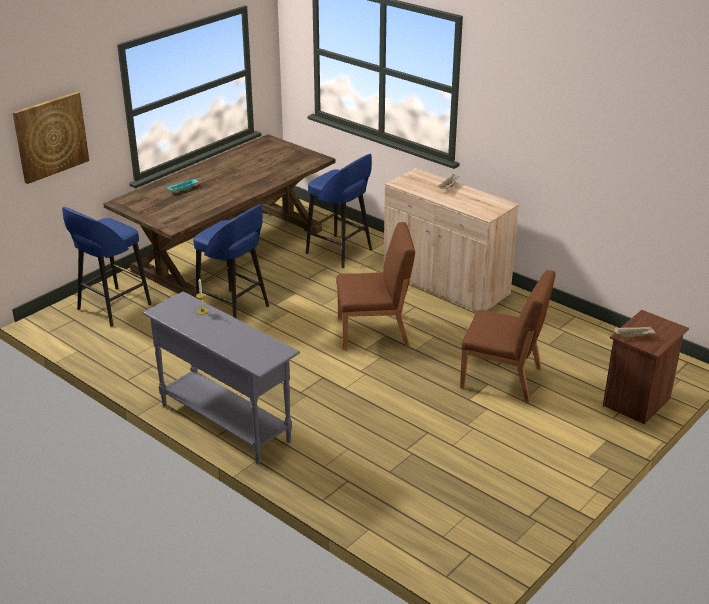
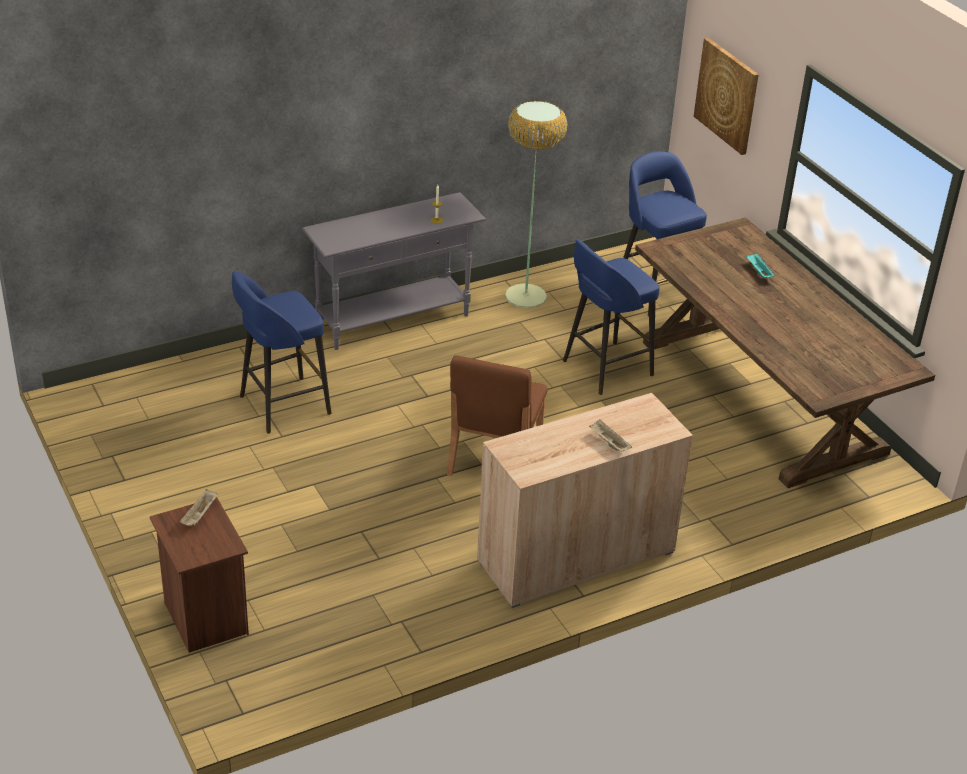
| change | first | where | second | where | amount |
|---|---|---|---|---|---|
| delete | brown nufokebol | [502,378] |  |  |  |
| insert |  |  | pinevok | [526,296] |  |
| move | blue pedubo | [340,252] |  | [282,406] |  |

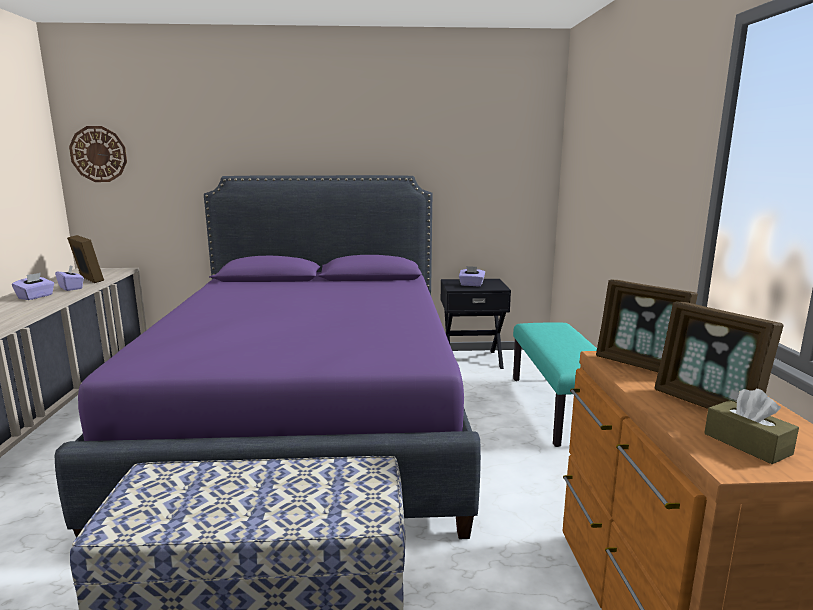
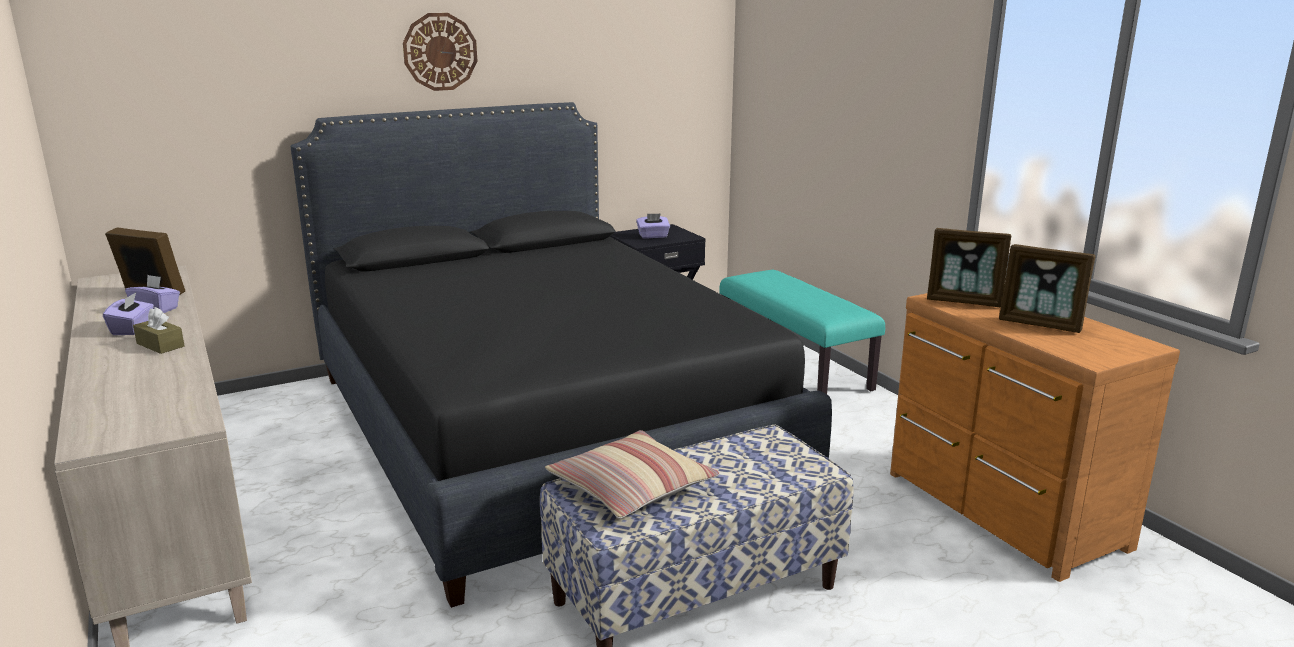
| change | first | where | second | where | amount |
|---|---|---|---|---|---|
| insert |  |  | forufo | [631,488] |  |
| move | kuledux | [98,154] |  | [440,52] |  |
| move | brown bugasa | [747,444] |  | [160,345] |  |
| recolor | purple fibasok | [310,420] | black fibasok | [541,430] |  |

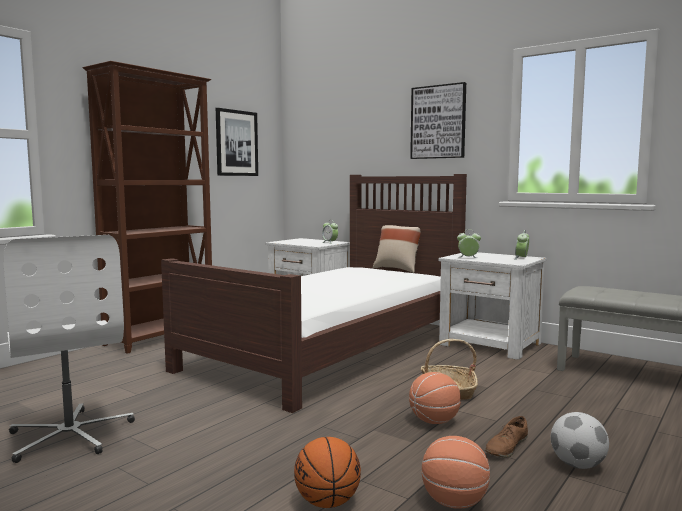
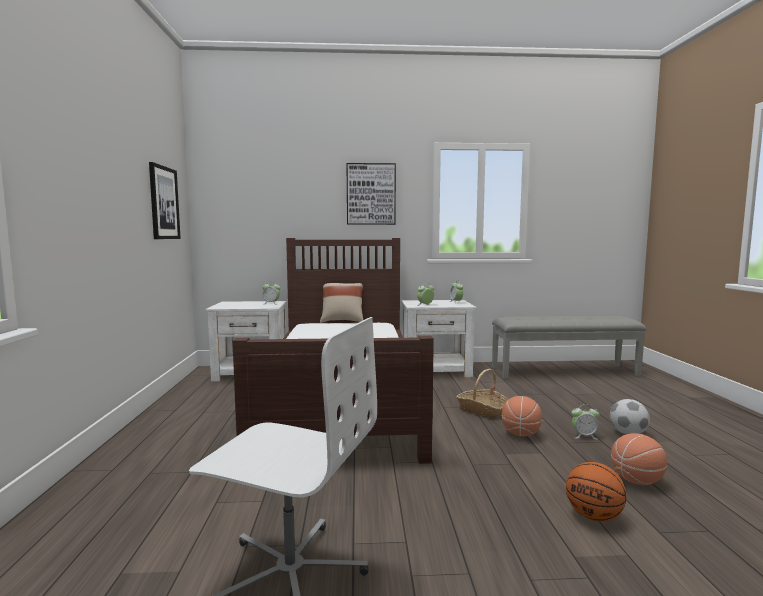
| change | first | where | second | where | amount |
|---|---|---|---|---|---|
| delete | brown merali | [162,337] |  |  |  |
| replace | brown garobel | [506,447] | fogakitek | [584,436] |  |

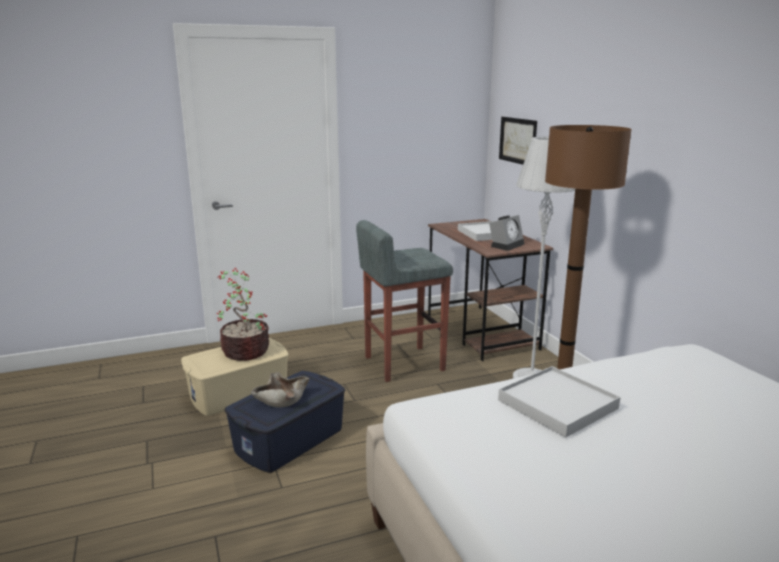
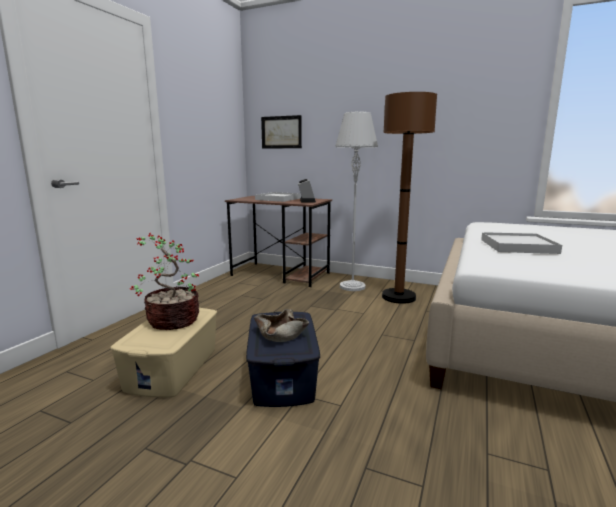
| change | first | where | second | where | amount |
|---|---|---|---|---|---|
| delete | grey pedubo | [402,363] |  |  |  |

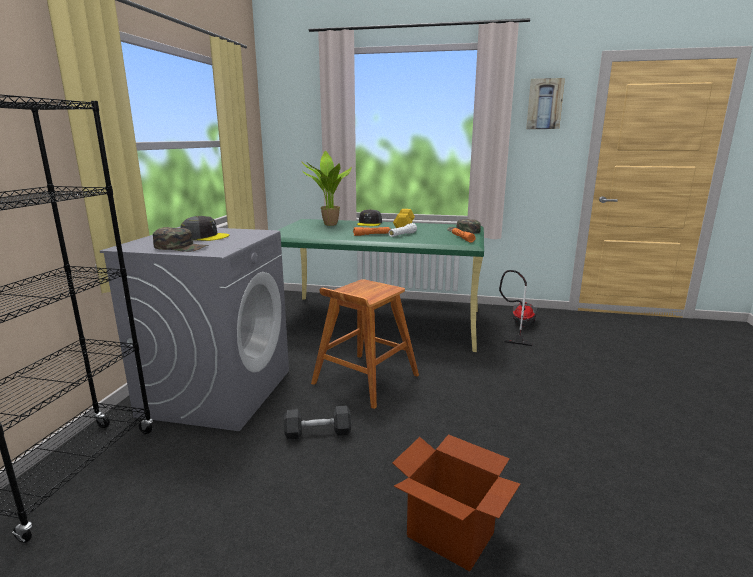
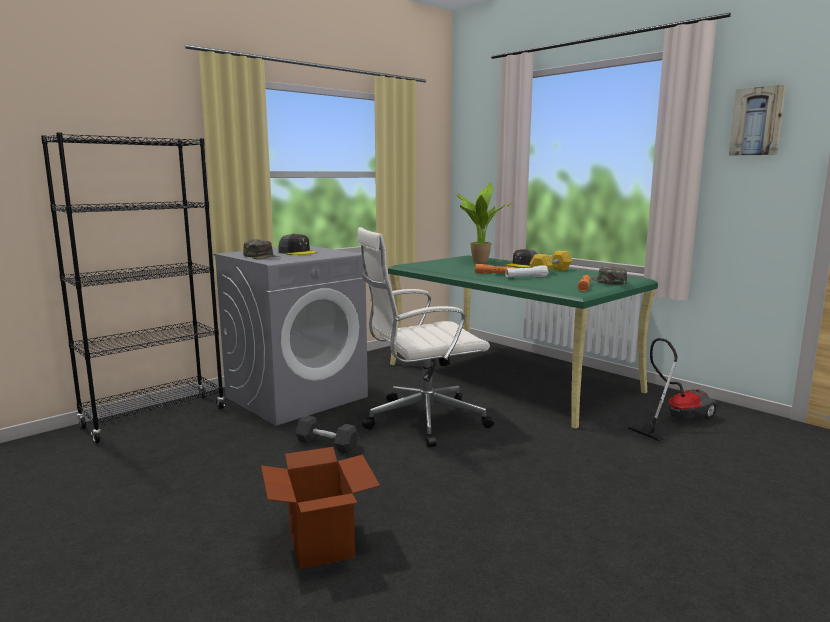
| change | first | where | second | where | amount |
|---|---|---|---|---|---|
| replace | brown pedubo | [364,379] | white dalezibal | [421,420] |  |

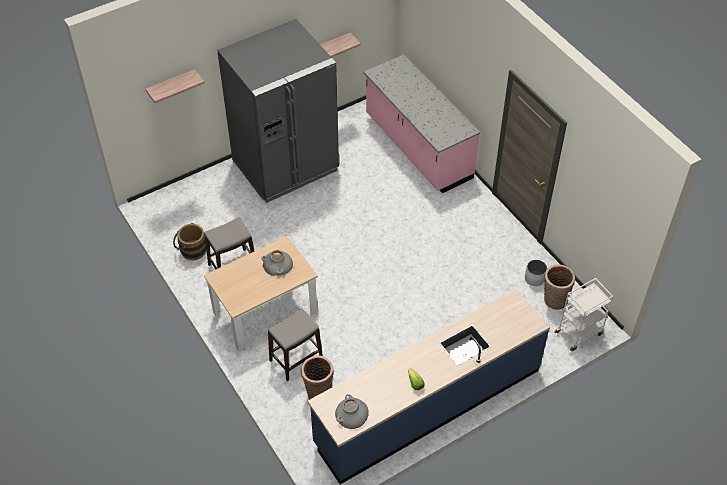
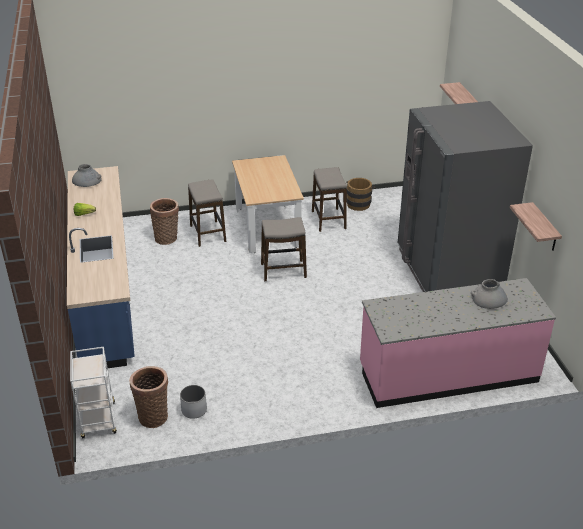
| change | first | where | second | where | amount |
|---|---|---|---|---|---|
| insert |  |  | pedubo | [283,271] |  |
| move | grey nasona | [277,265] |  | [488,299] |  |

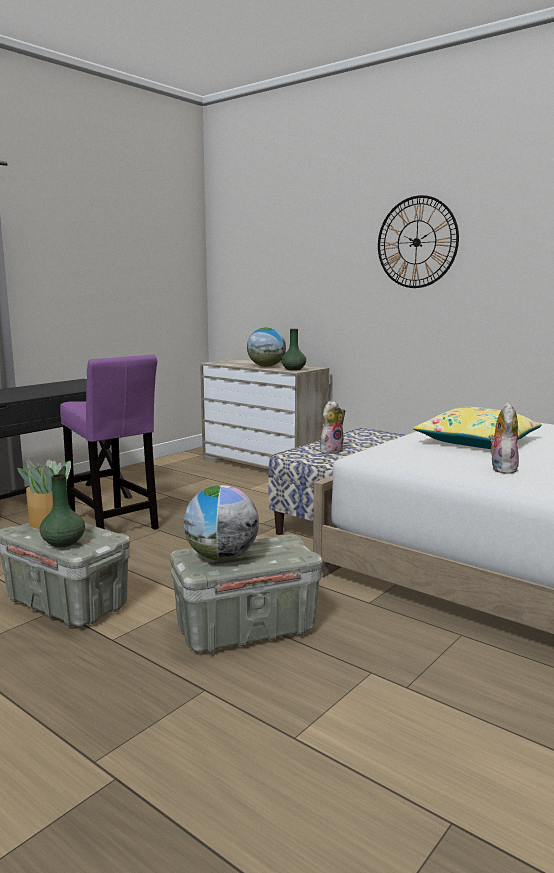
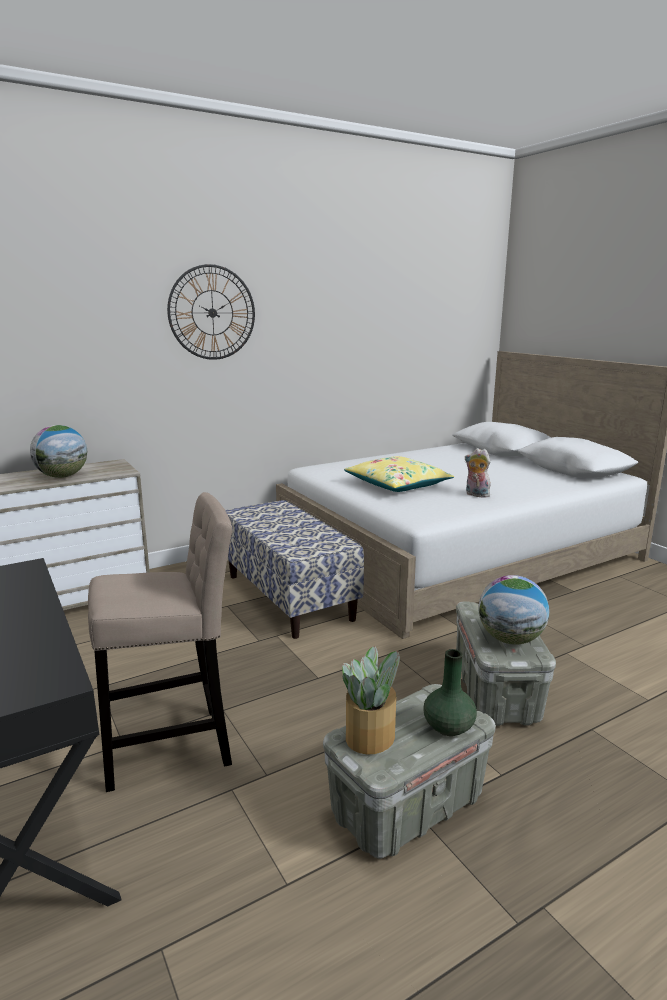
| change | first | where | second | where | amount |
|---|---|---|---|---|---|
| delete | green nasona | [293,369] |  |  |  |
| delete | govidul | [331,451] |  |  |  |
| recolor | purple pedubo | [114,526] | beige pedubo | [175,747] |  |

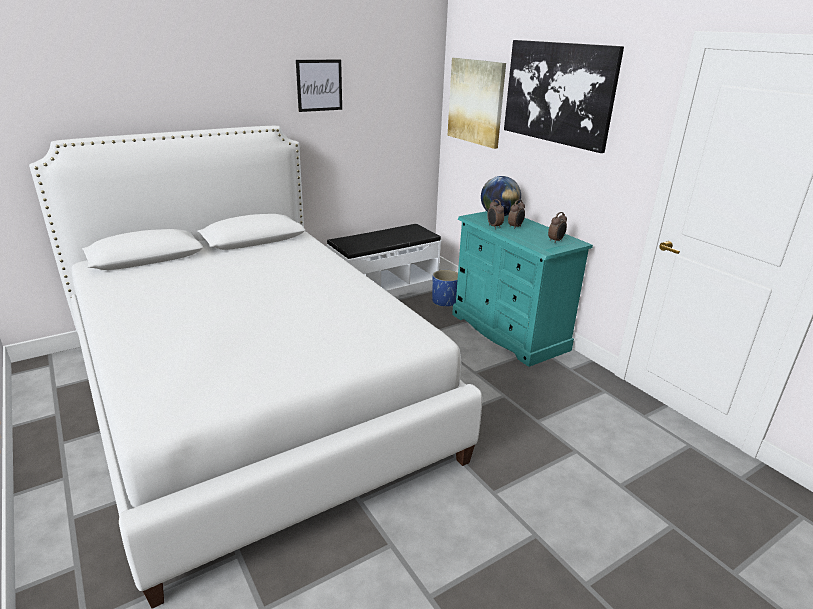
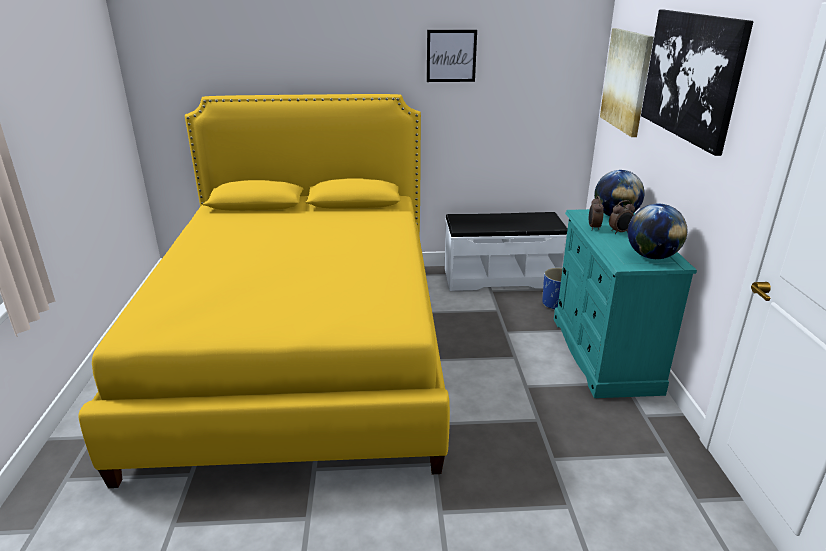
| change | first | where | second | where | amount |
|---|---|---|---|---|---|
| replace | fogakitek | [556,241] | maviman | [651,256] |  |
| recolor | white fibasok | [253,397] | yellow fibasok | [303,349] |  |

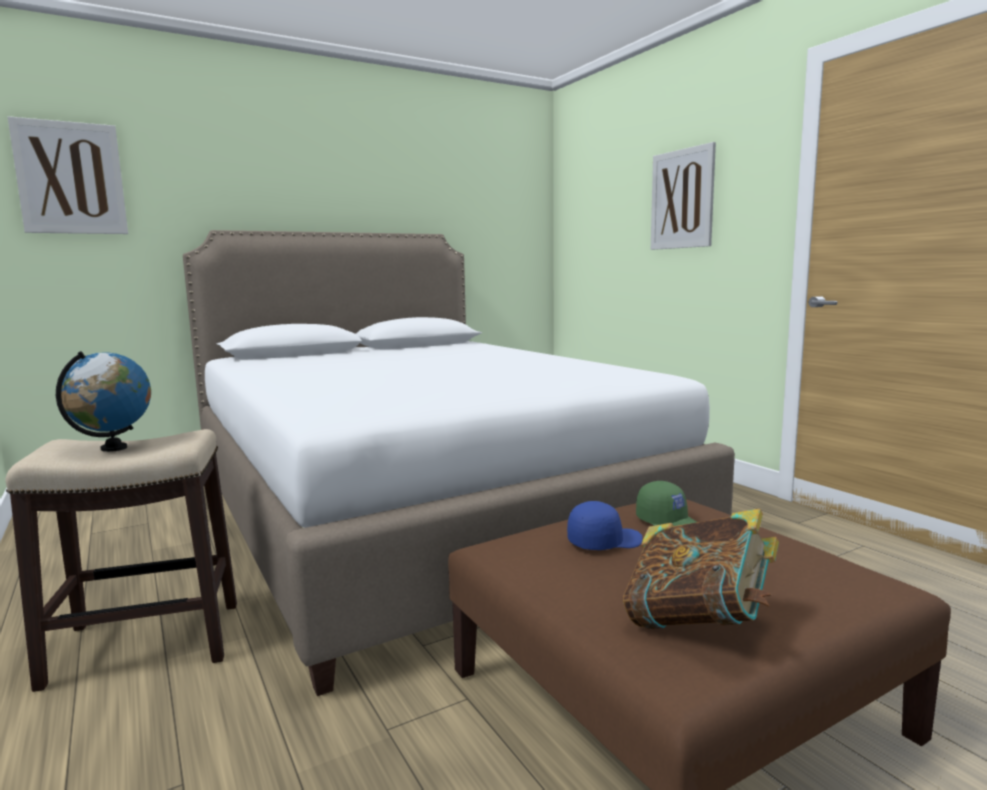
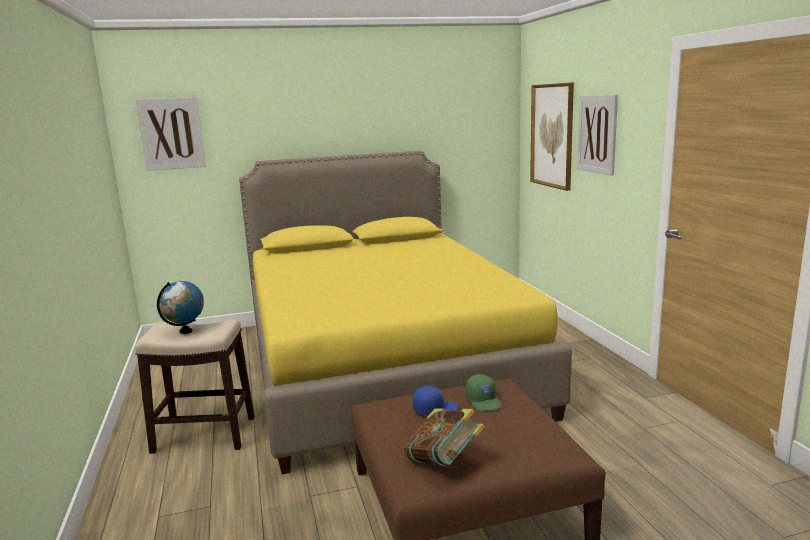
| change | first | where | second | where | amount |
|---|---|---|---|---|---|
| insert |  |  | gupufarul | [552,135] |  |
| recolor | white fibasok | [419,513] | yellow fibasok | [381,365] |  |

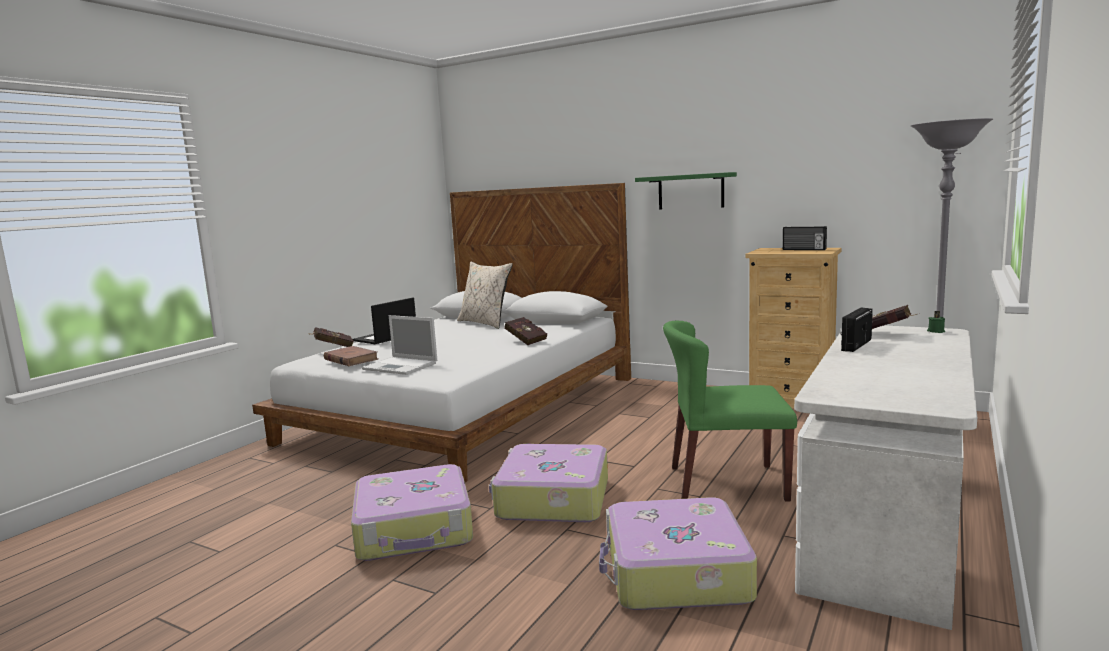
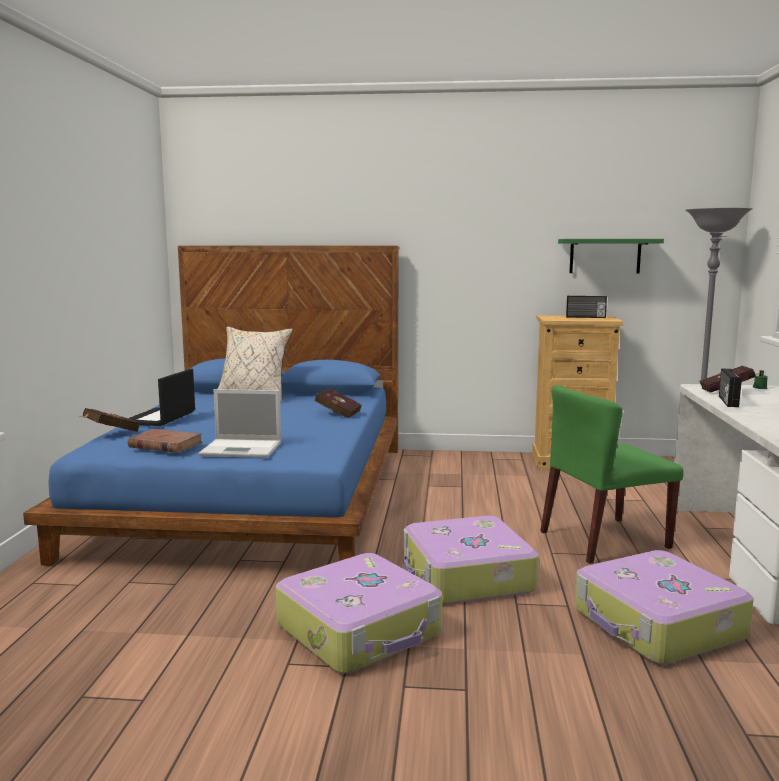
| change | first | where | second | where | amount |
|---|---|---|---|---|---|
| move | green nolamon | [690,191] |  | [605,256] |  |
| recolor | white fibasok | [466,409] | blue fibasok | [255,496] |  |

